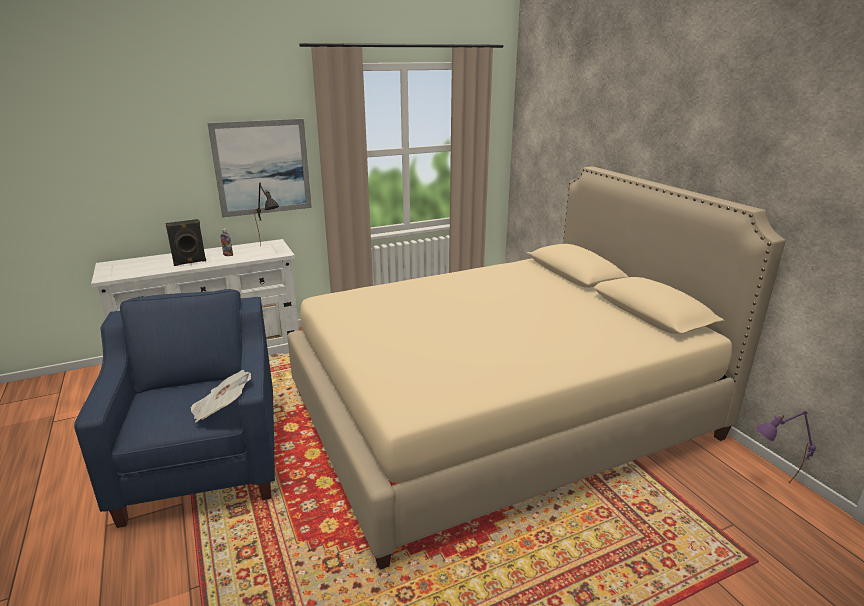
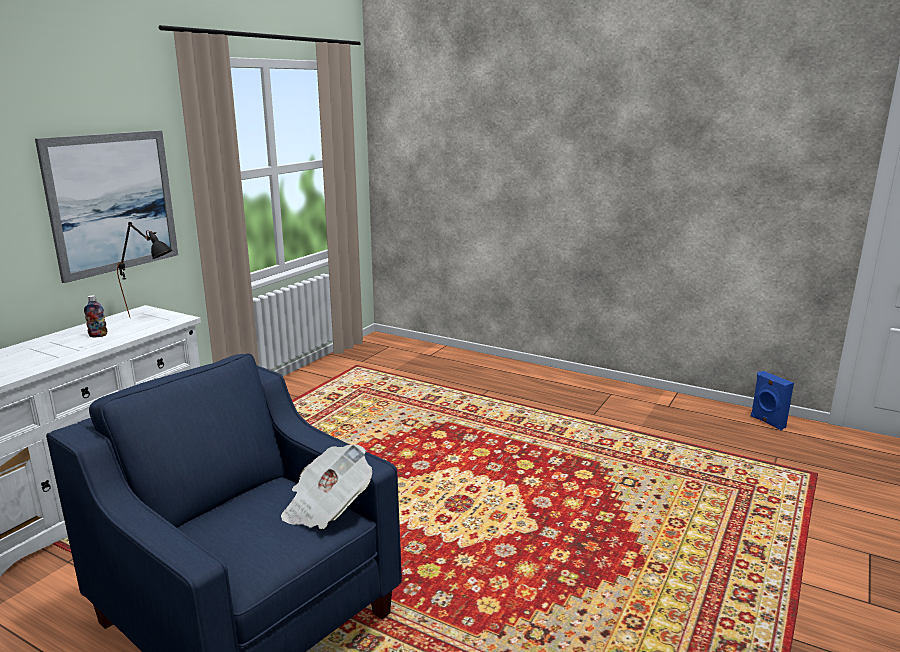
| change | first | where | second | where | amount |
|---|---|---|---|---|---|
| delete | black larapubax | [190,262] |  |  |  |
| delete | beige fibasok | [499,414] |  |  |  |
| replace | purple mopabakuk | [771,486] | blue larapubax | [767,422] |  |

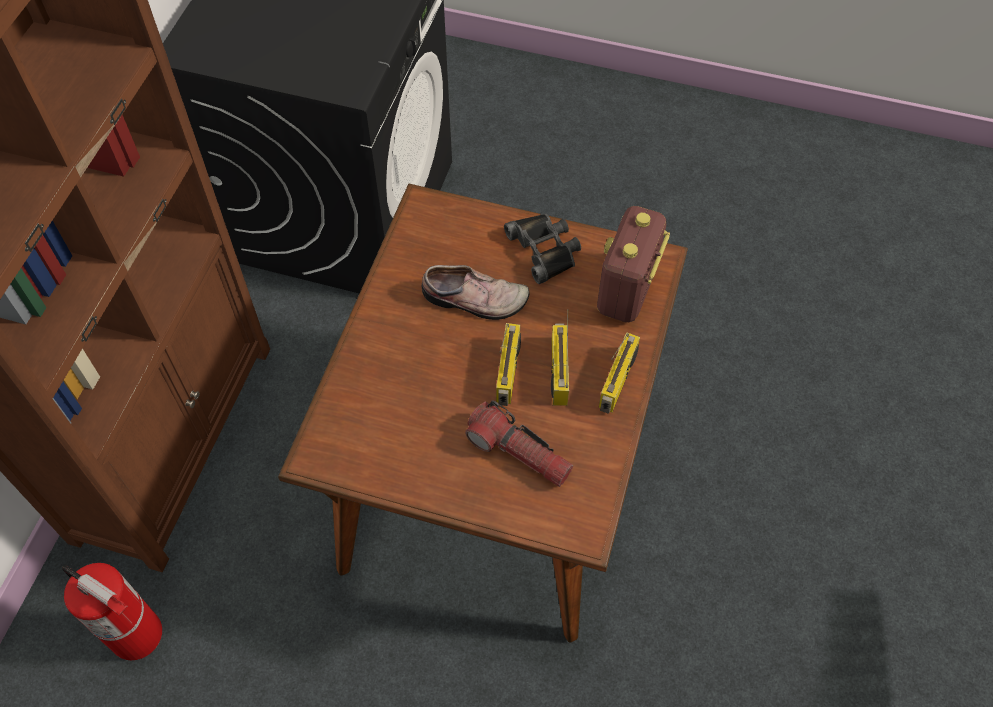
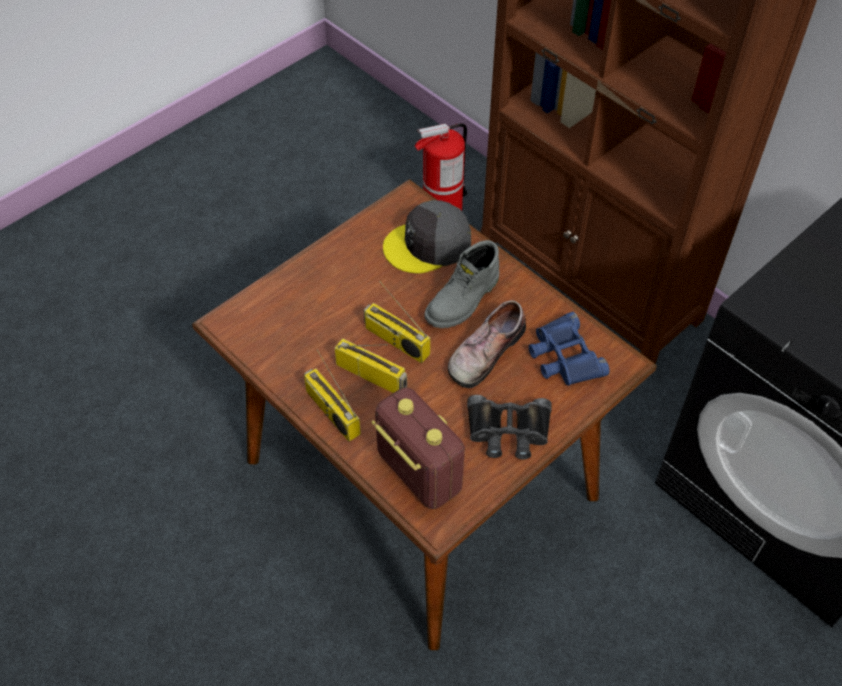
| change | first | where | second | where | amount |
|---|---|---|---|---|---|
| delete | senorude | [519,452] |  |  |  |
| insert |  |  | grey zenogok | [428,245] |  |
| insert |  |  | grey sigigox | [464,300] |  |
| insert |  |  | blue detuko | [564,356] |  |

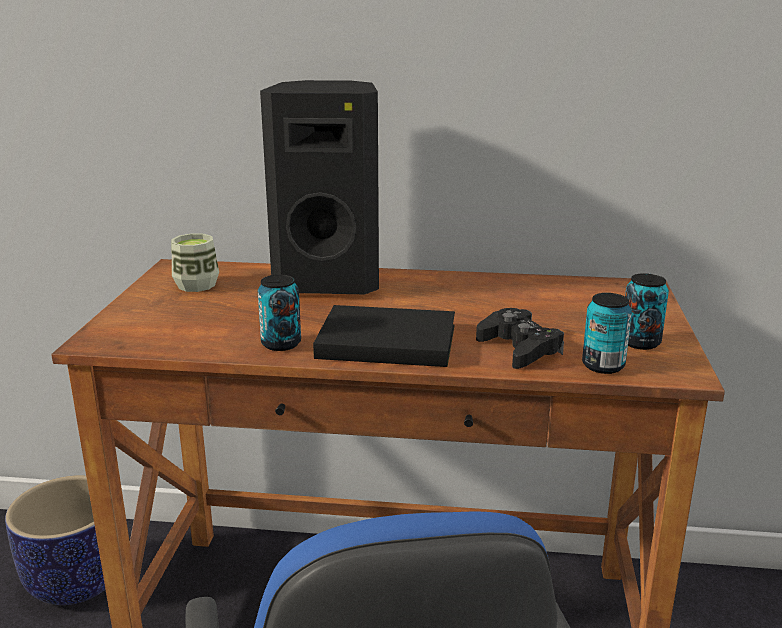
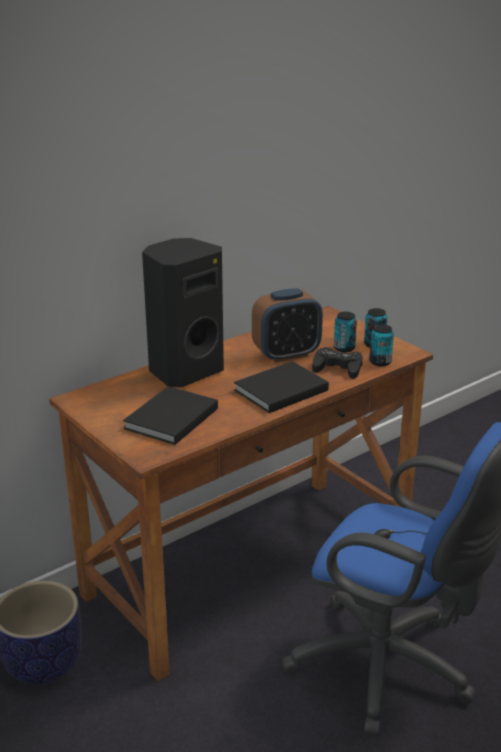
| change | first | where | second | where | amount |
|---|---|---|---|---|---|
| delete | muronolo | [196,285] |  |  |  |
| insert |  |  | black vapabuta | [169,419] |  |
| insert |  |  | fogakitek | [286,354] |  |
| move | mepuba | [281,344] |  | [344,348] |  |

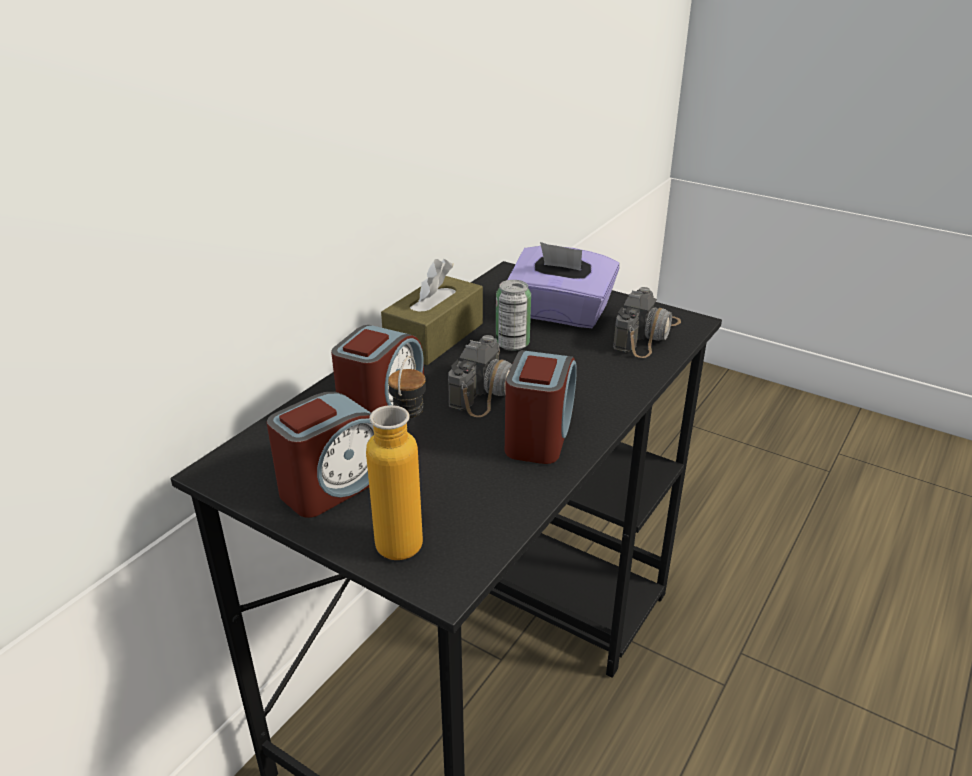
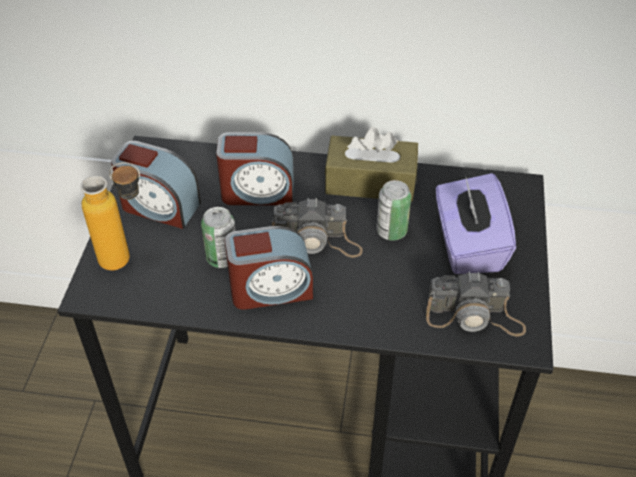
| change | first | where | second | where | amount |
|---|---|---|---|---|---|
| insert |  |  | mepuba | [222,258] |  |

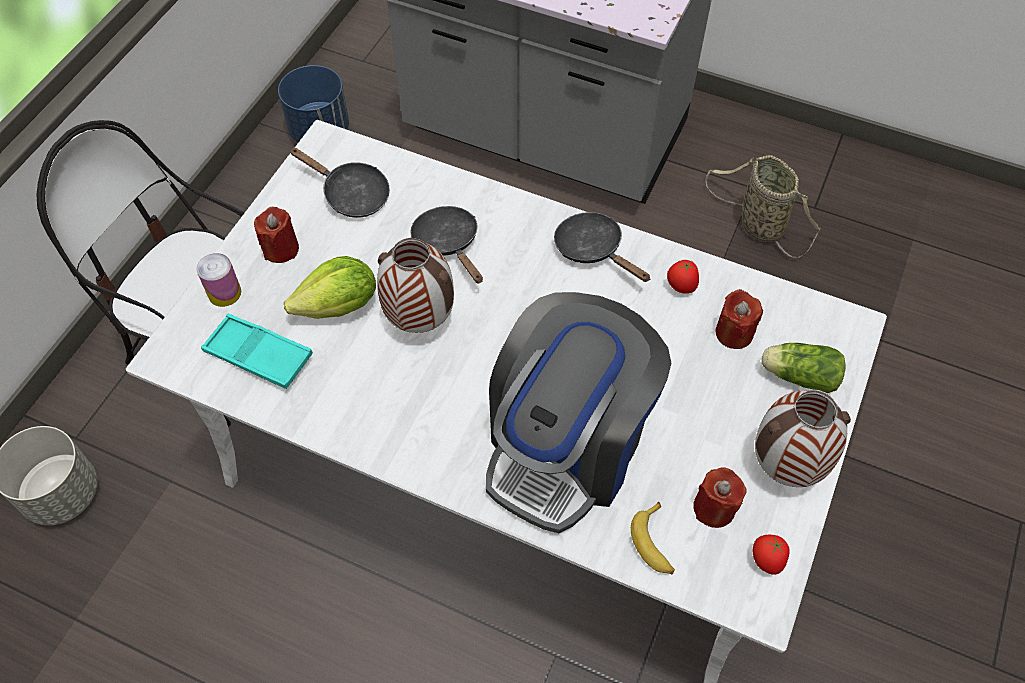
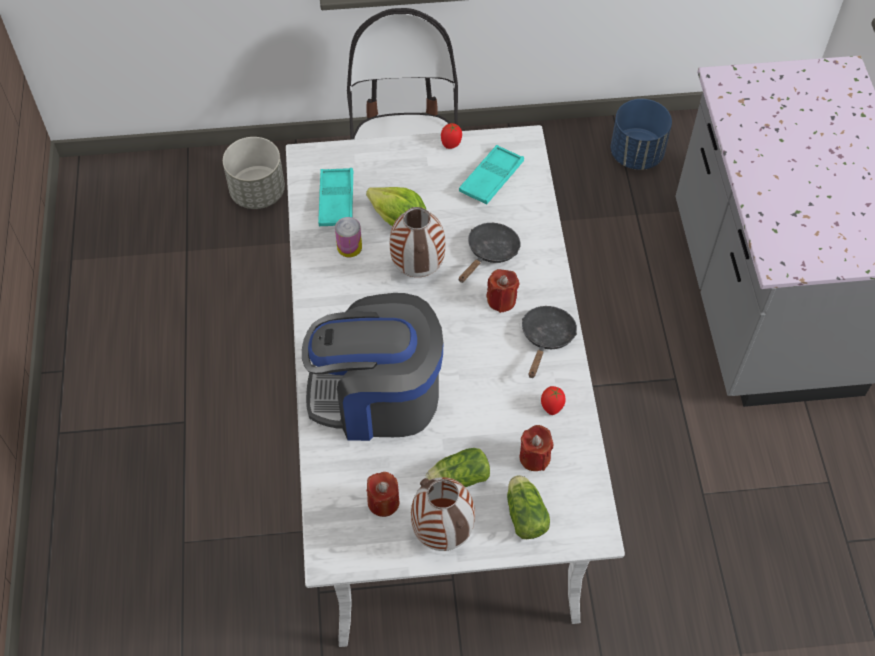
| change | first | where | second | where | amount |
|---|---|---|---|---|---|
| delete | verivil | [655,543] |  |  |  |
| delete | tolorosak | [758,224] |  |  |  |
| insert |  |  | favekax | [456,478] |  |
| move | mepuba | [224,293] |  | [349,247] |  |
| move | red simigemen | [281,249] |  | [501,300] |  |
| move | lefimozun | [766,561] |  | [451,144] |  |
| replace | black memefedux | [351,194] | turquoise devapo | [491,178] |  |

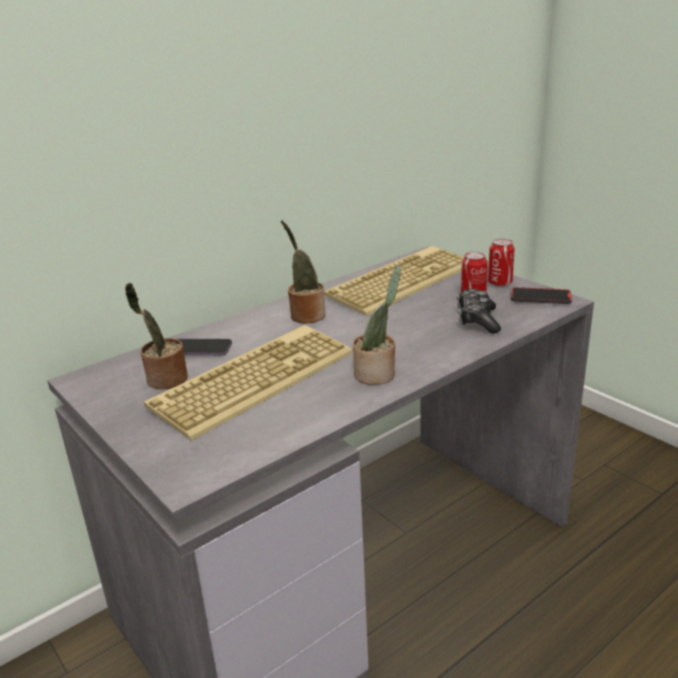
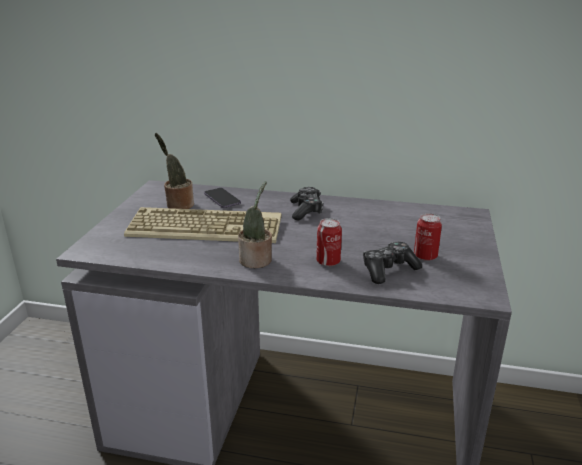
| change | first | where | second | where | amount |
|---|---|---|---|---|---|
| delete | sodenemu | [400,280] |  |  |  |
| delete | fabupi | [540,298] |  |  |  |
| move | mepuba | [500,283] |  | [328,262] |  |
| replace | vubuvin | [305,315] | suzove | [306,210] |  |

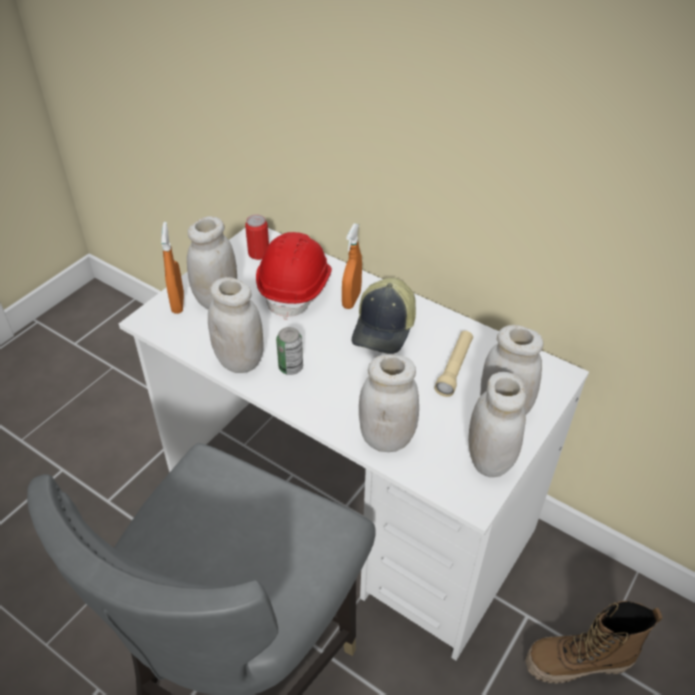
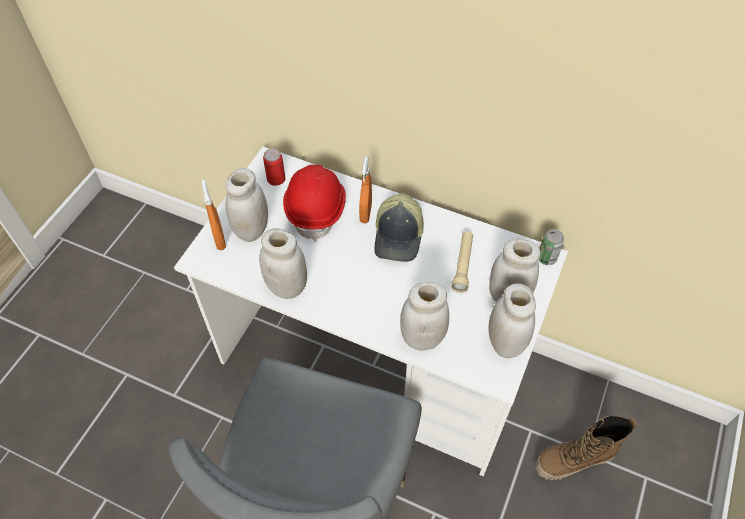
| change | first | where | second | where | amount |
|---|---|---|---|---|---|
| move | mepuba | [290,367] |  | [546,258] |  |

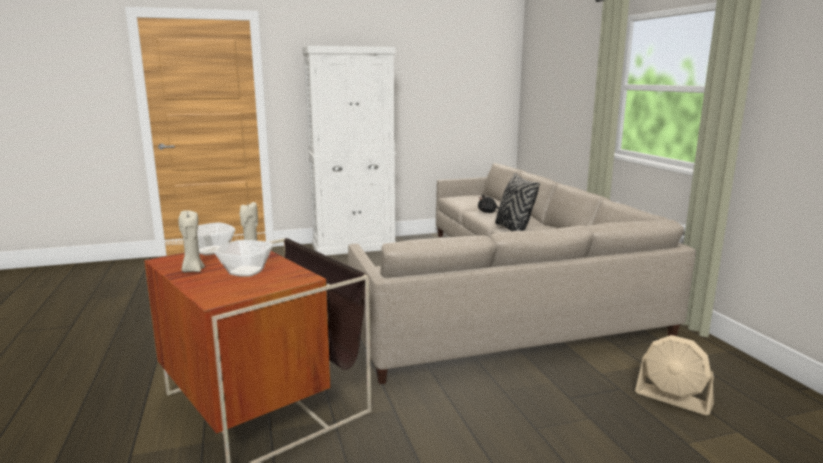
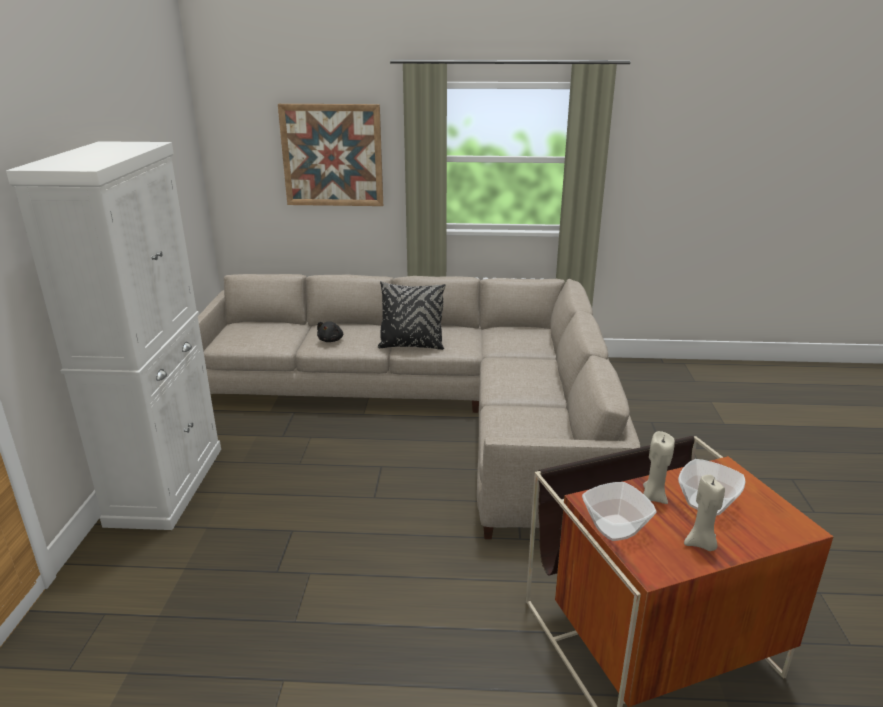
| change | first | where | second | where | amount |
|---|---|---|---|---|---|
| delete | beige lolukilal | [673,399] |  |  |  |
| insert |  |  | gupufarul | [332,155] |  |

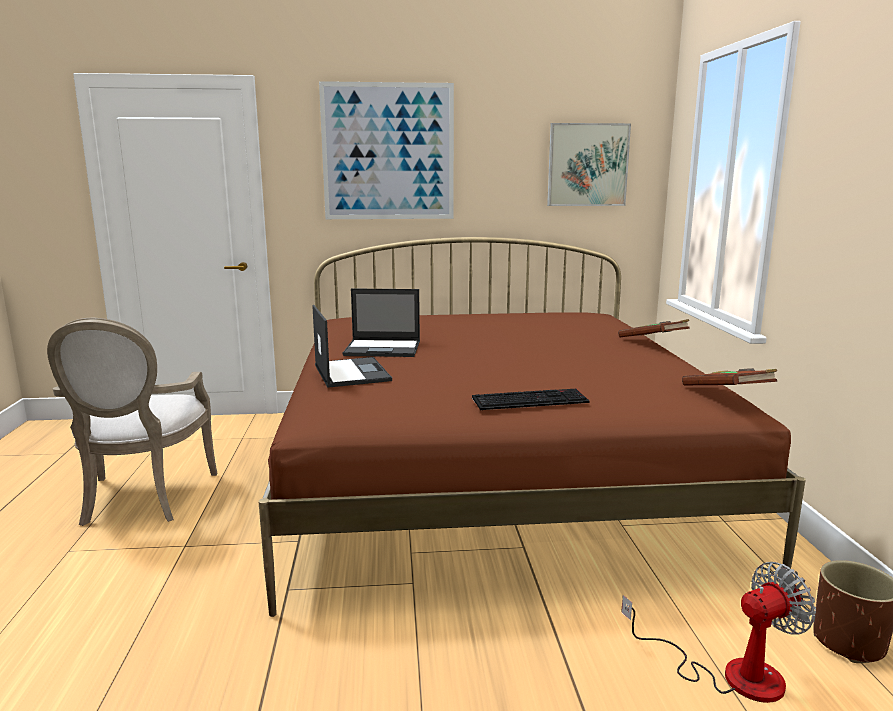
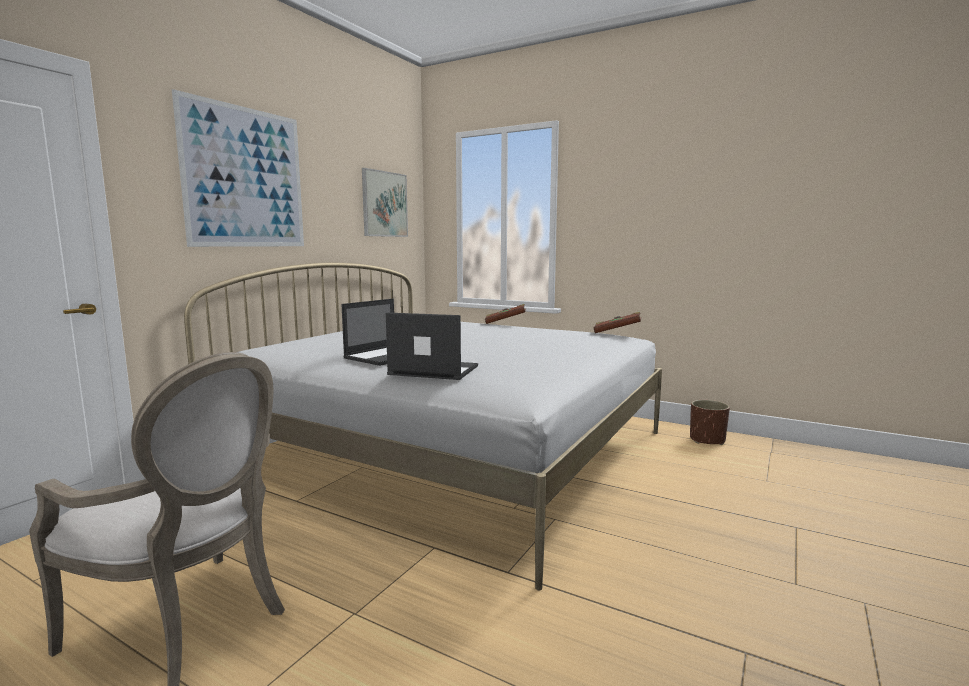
| change | first | where | second | where | amount |
|---|---|---|---|---|---|
| delete | sodenemu | [530,399] |  |  |  |
| delete | lolukilal | [730,674] |  |  |  |
| recolor | brown fibasok | [493,477] | white fibasok | [450,451] |  |

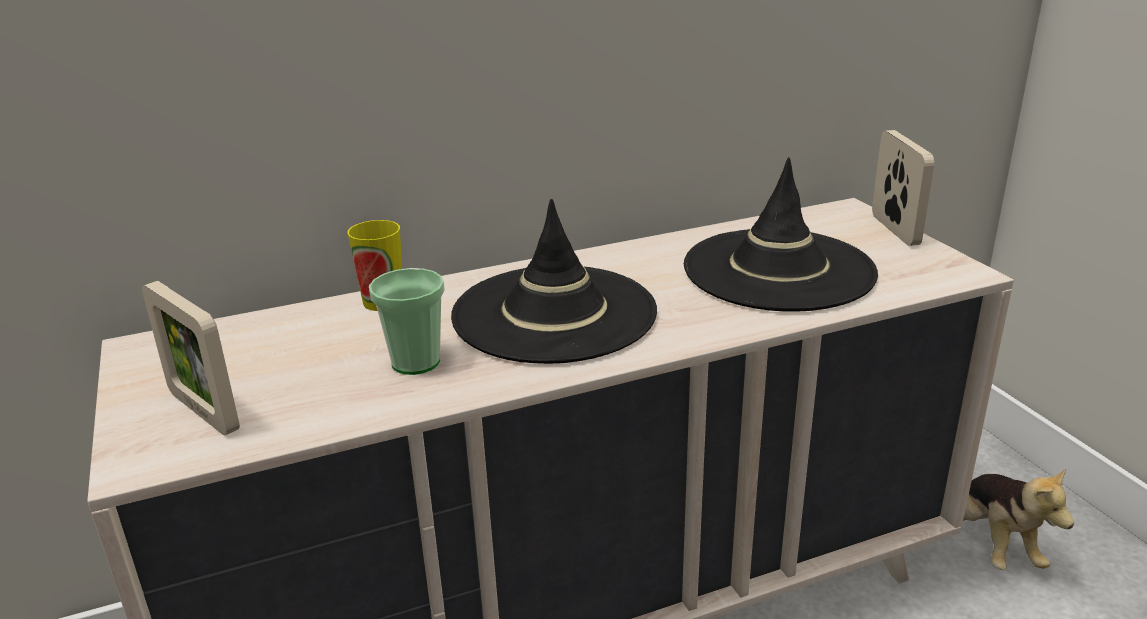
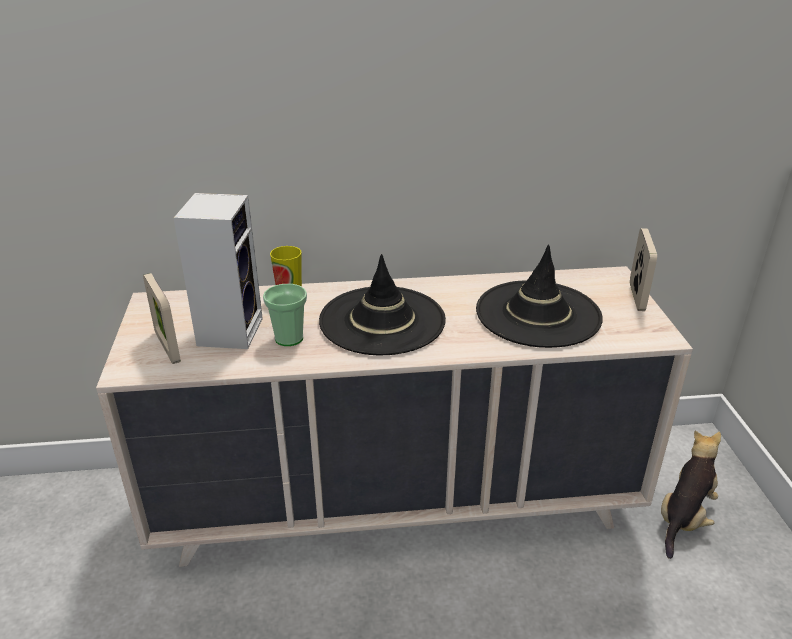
| change | first | where | second | where | amount |
|---|---|---|---|---|---|
| insert |  |  | larapubax | [229,330] |  |
| rotate | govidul | [990,544] |  | [684,517] | 150 degrees counterclockwise |

